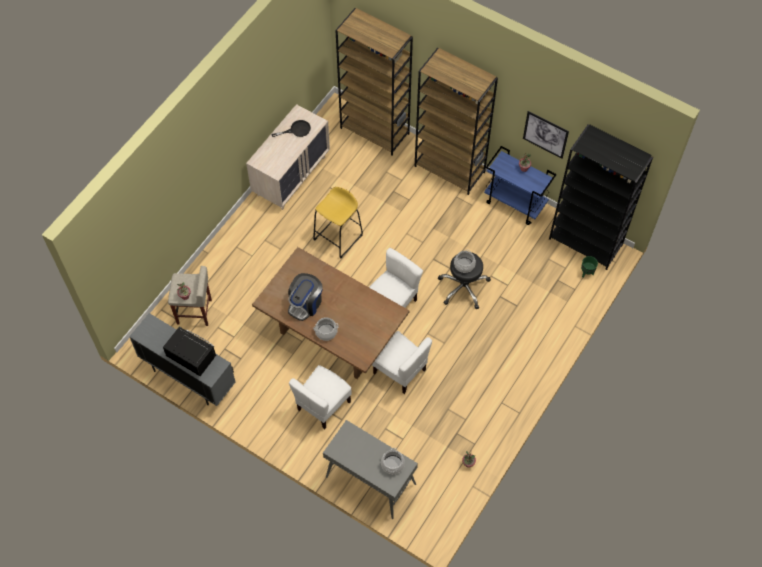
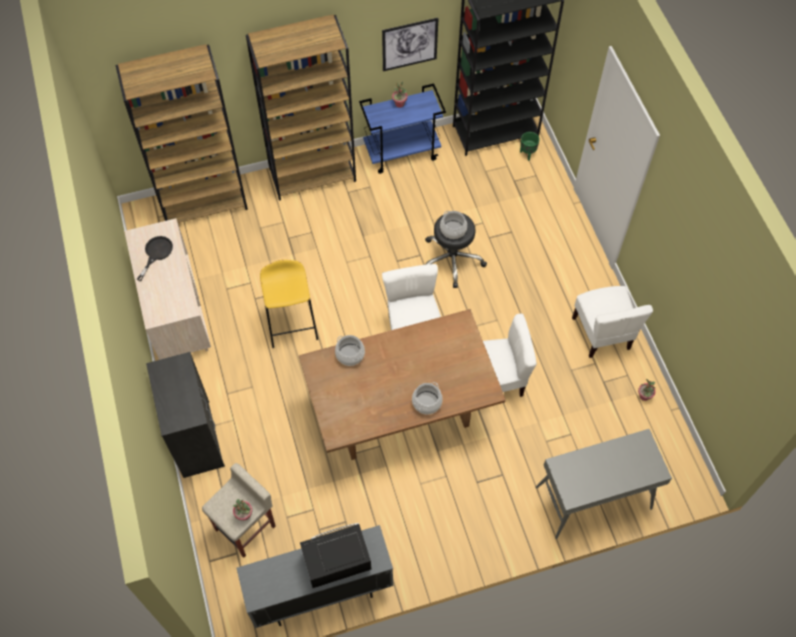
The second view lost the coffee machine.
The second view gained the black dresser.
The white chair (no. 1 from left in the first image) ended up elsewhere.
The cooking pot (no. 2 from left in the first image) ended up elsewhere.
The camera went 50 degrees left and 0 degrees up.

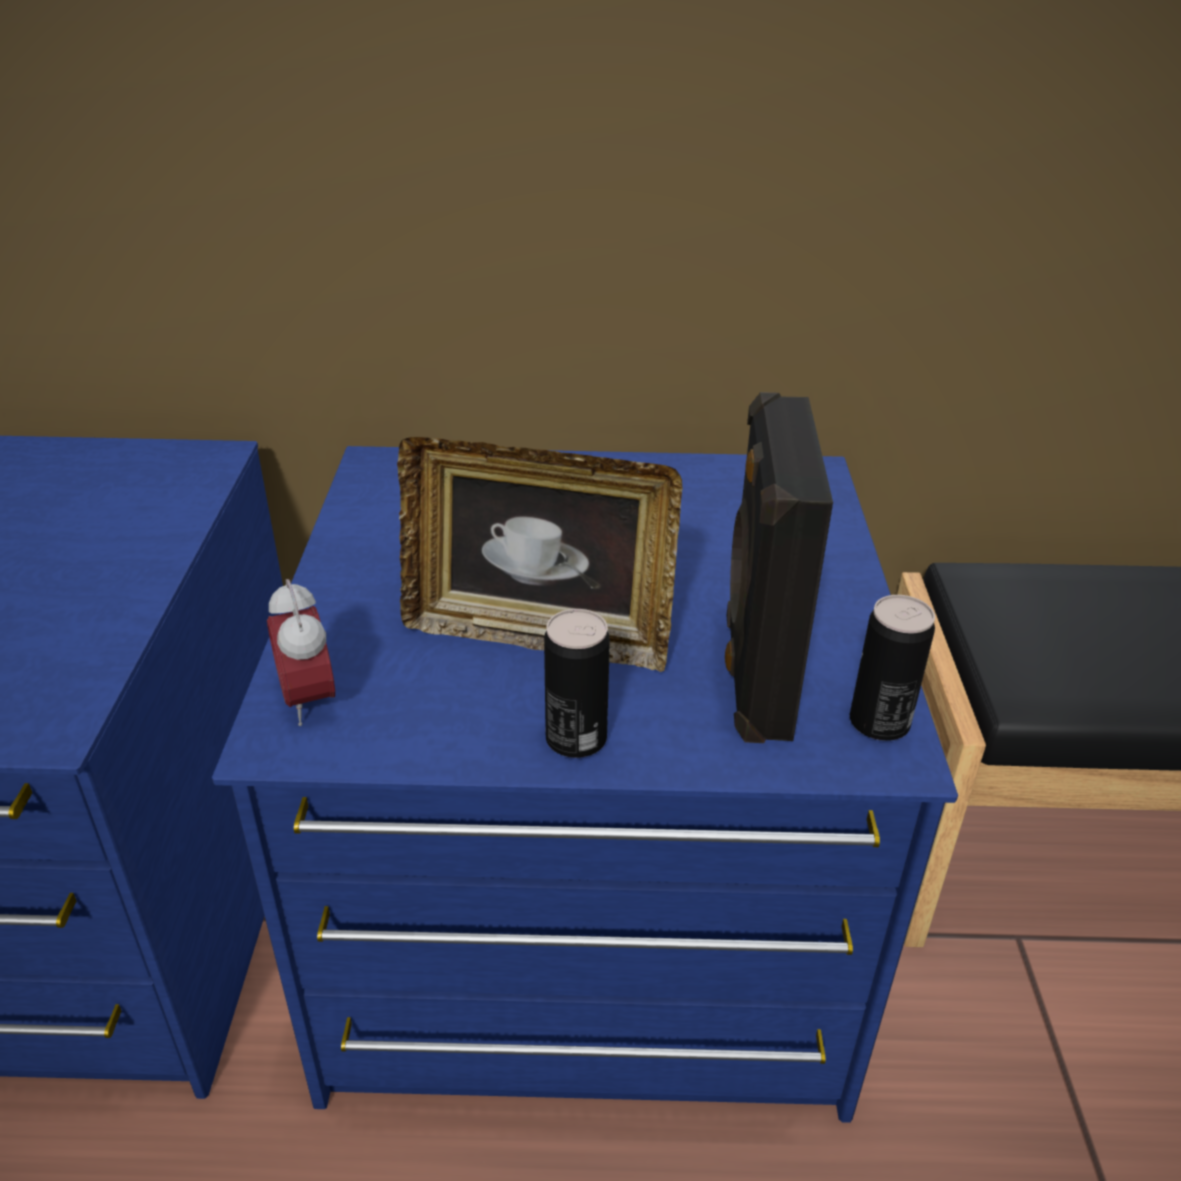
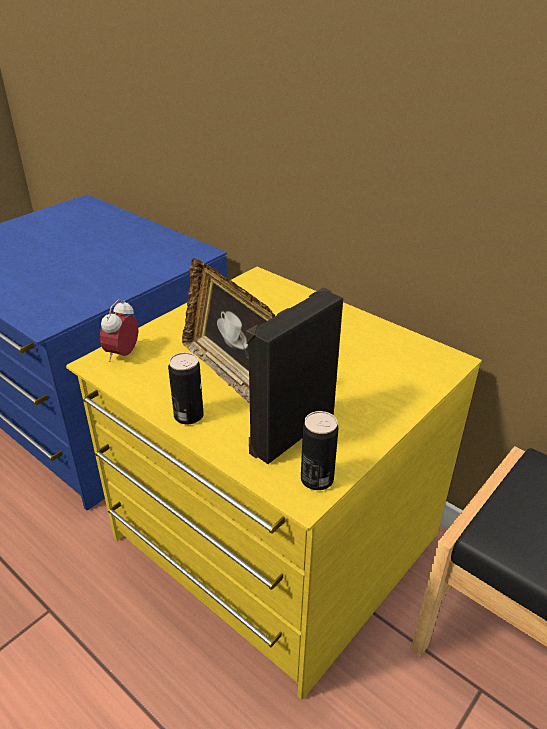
What was the blue dresser (no. 2 from left) turned into the yellow dresser.
The camera went 40 degrees right and 0 degrees up.

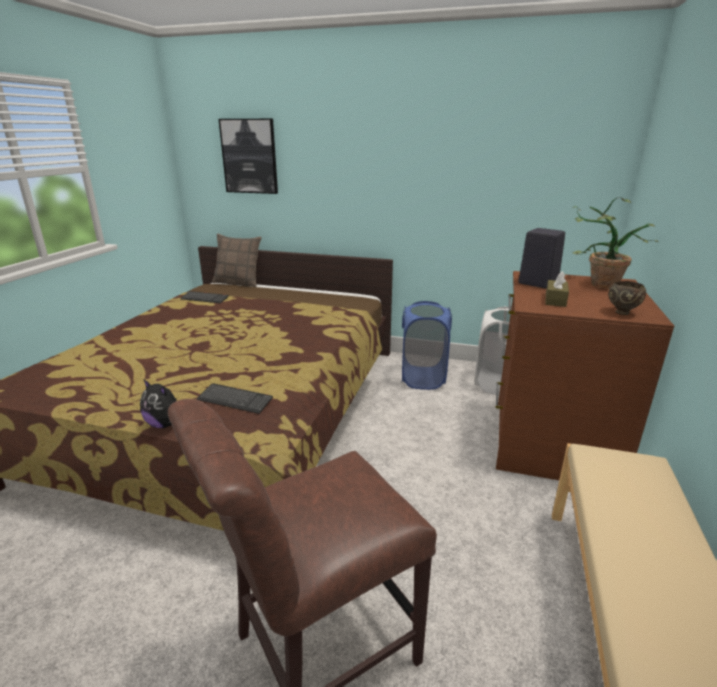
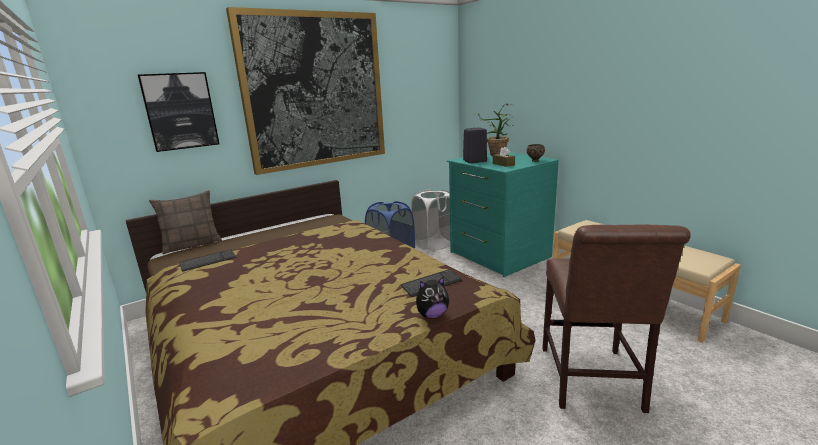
The second view gained the picture (no. 2 from left).
What was the brown dresser turned into the turquoise dresser.
The camera went 50 degrees left and 5 degrees down.

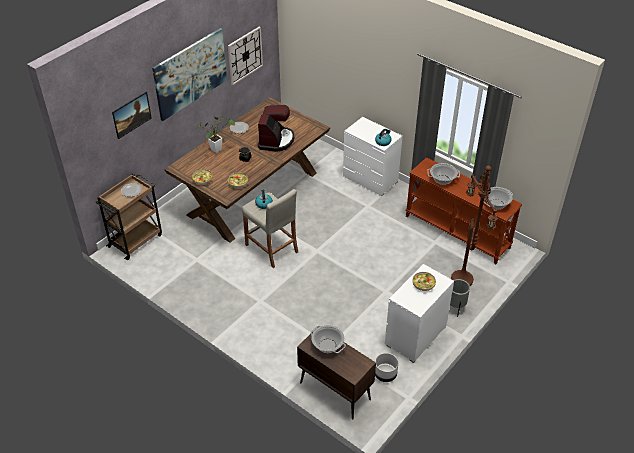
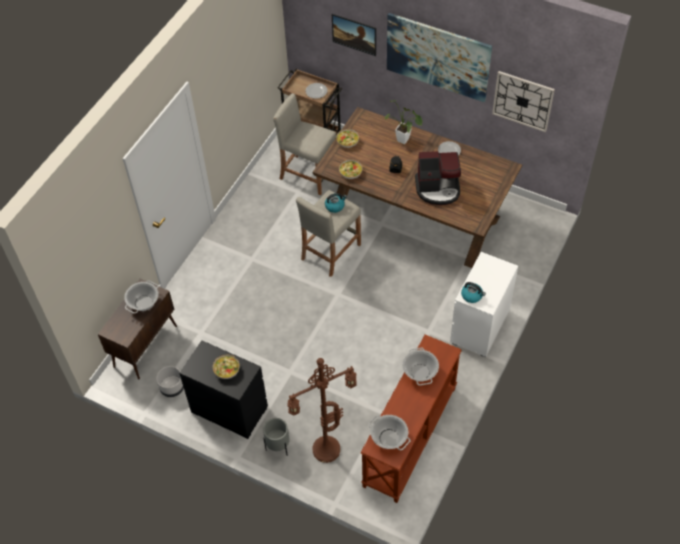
The second view gained the beige stool (no. 1 from left).
What was the white dresser (no. 2 from left) turned into the black dresser.
The camera went 80 degrees right and 10 degrees up.

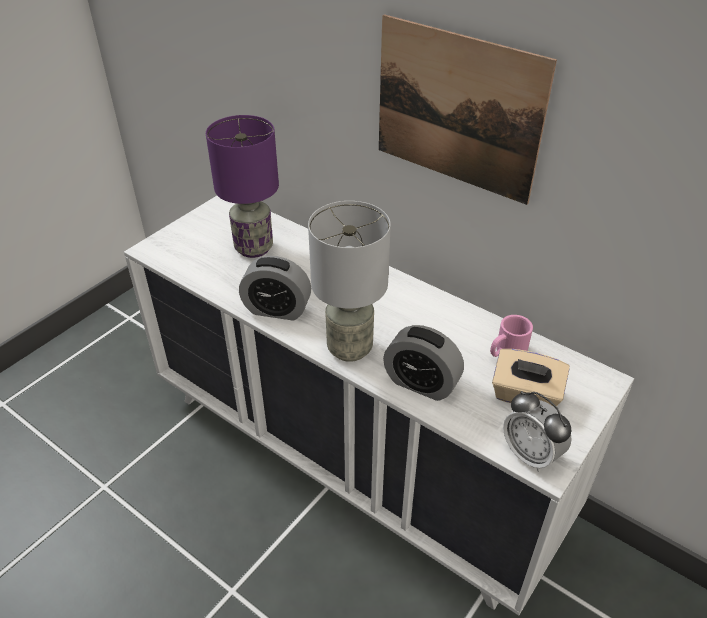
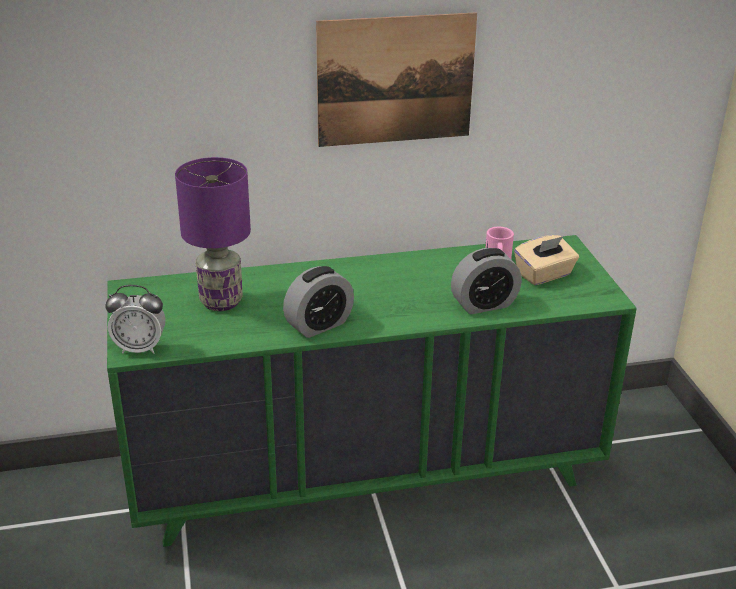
The second view lost the grey table lamp.
The alarm clock (no. 3 from left in the first image) ended up elsewhere.
What was the white dresser turned into the green dresser.
The camera went 50 degrees left and 10 degrees down.

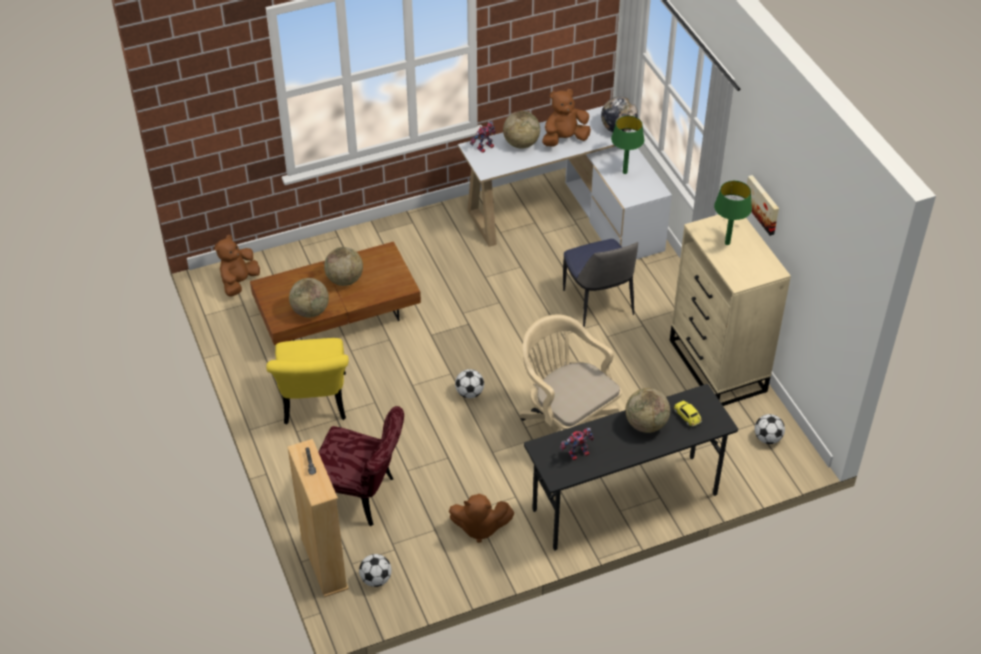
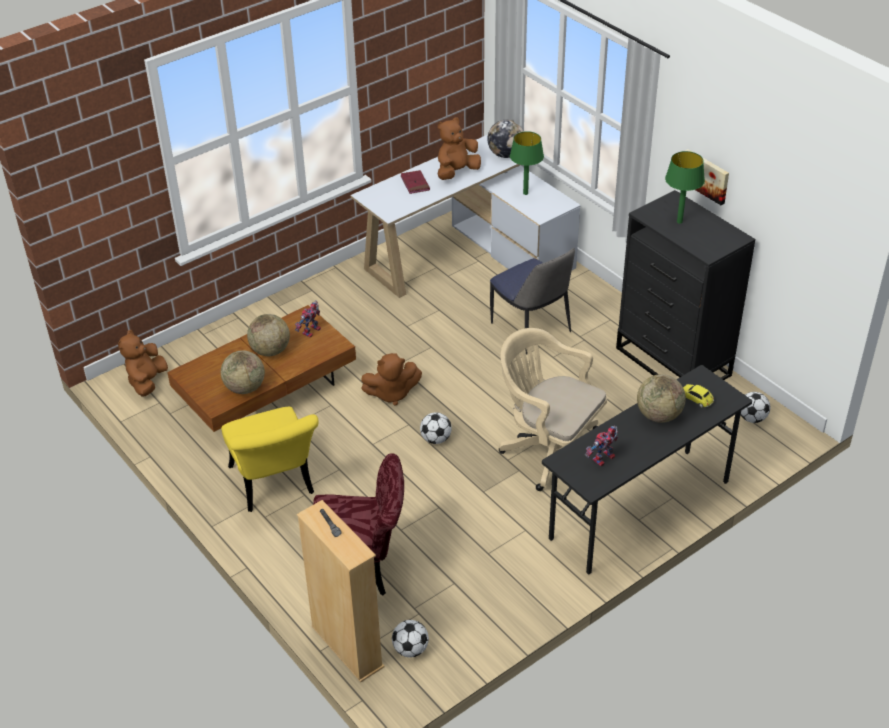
The brown plush toy (no. 2 from left) ended up elsewhere.
The toy robot (no. 1 from left) ended up elsewhere.
Where the globe (no. 3 from left) stood, the red book came to stand.
What was the beige dresser turned into the black dresser.
The camera went 15 degrees left and 5 degrees down.

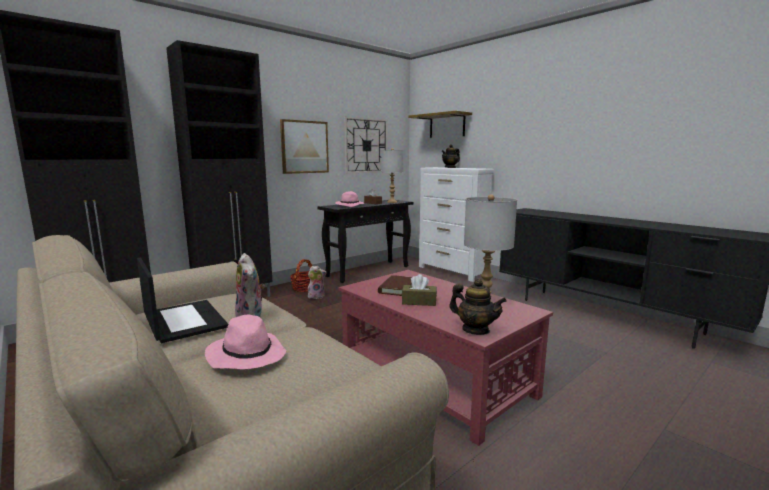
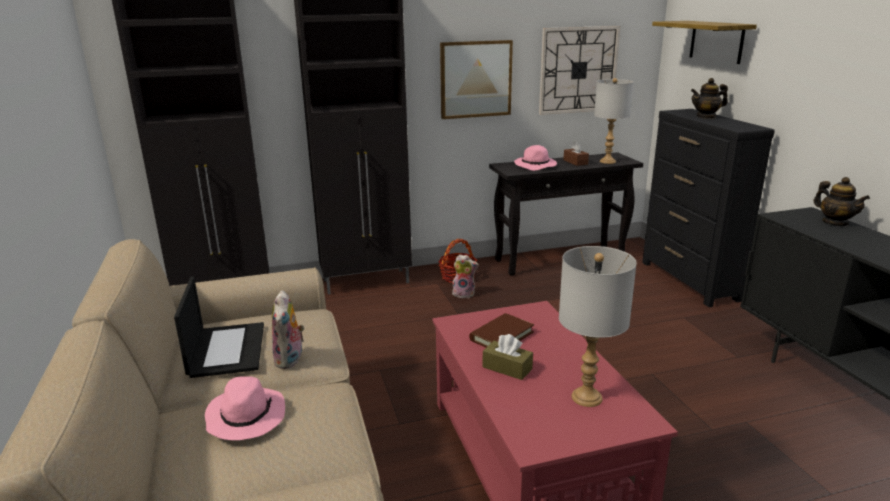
The teapot (no. 2 from left) ended up elsewhere.
What was the white dresser turned into the black dresser.
The camera went 25 degrees right and 10 degrees up.

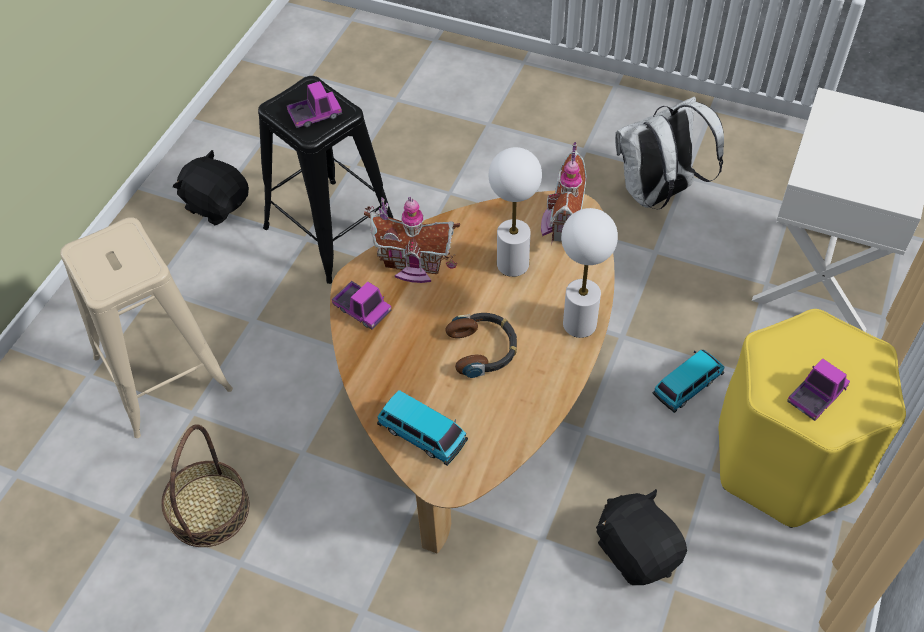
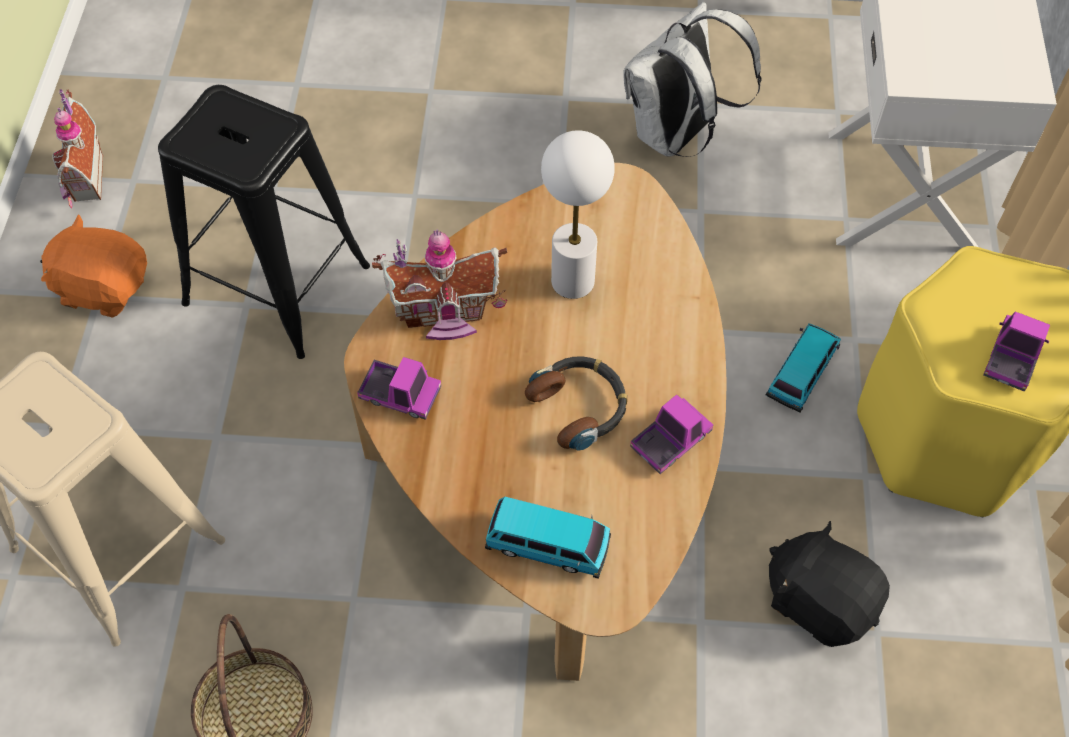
The second view lost the white table lamp (no. 2 from left).
The toy truck (no. 1 from left in the first image) ended up elsewhere.
The toy house (no. 2 from left in the first image) ended up elsewhere.
What was the black plush toy (no. 1 from left) turned into the orange plush toy.
The camera went 20 degrees left and 5 degrees up.

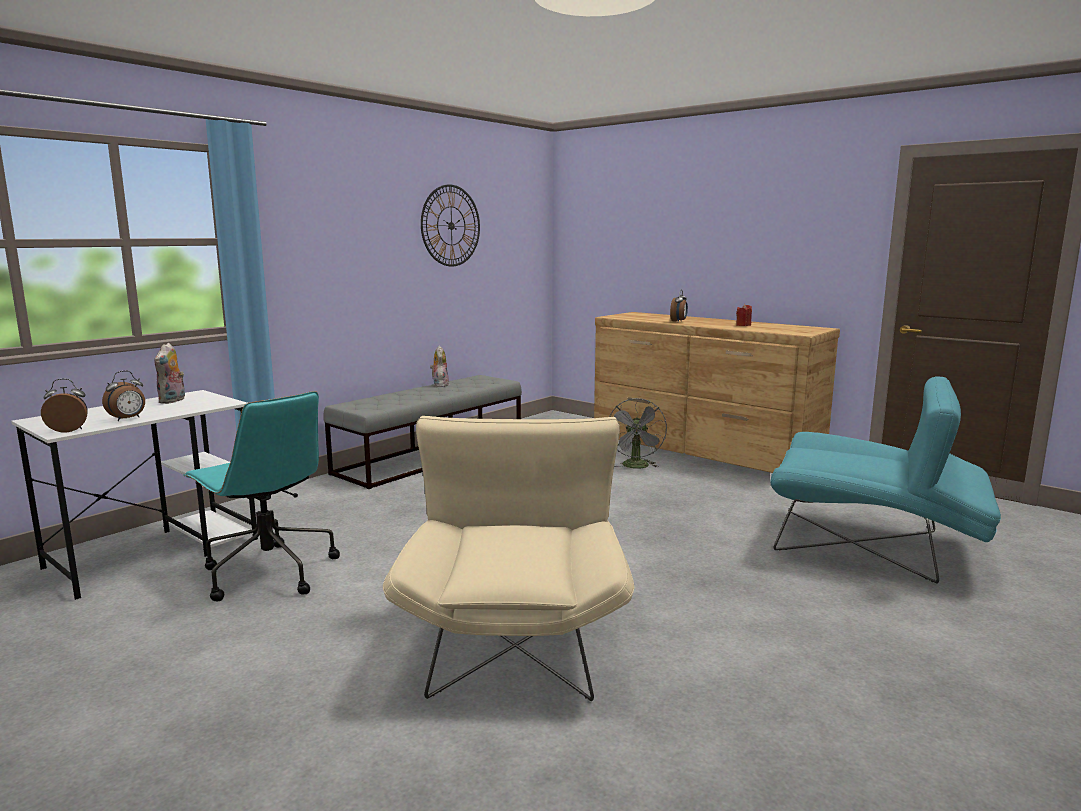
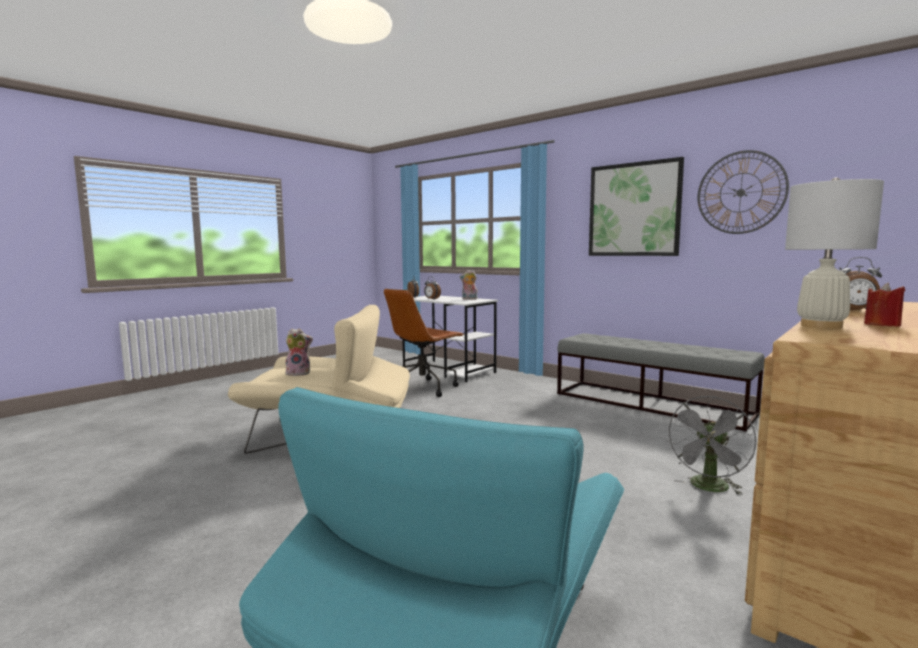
The second view gained the picture.
The second view gained the white table lamp.
The plush toy (no. 2 from left in the first image) ended up elsewhere.
What was the turquoise office chair turned into the brown office chair.
The grey fan ended up facing another way, 60 degrees counterclockwise from before.
The camera went 90 degrees right and 5 degrees down.

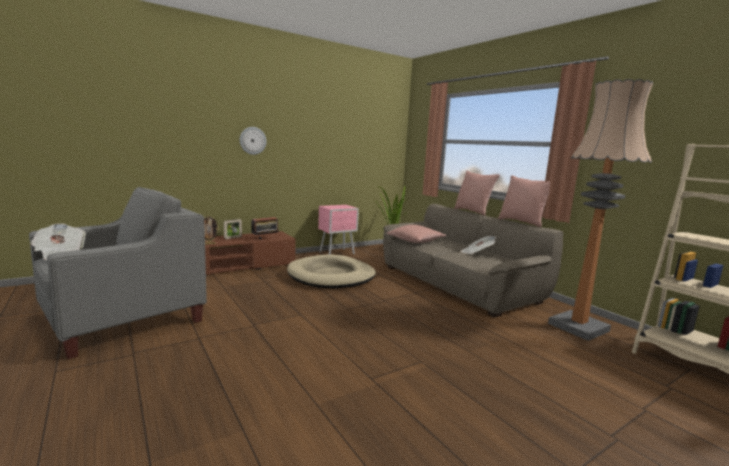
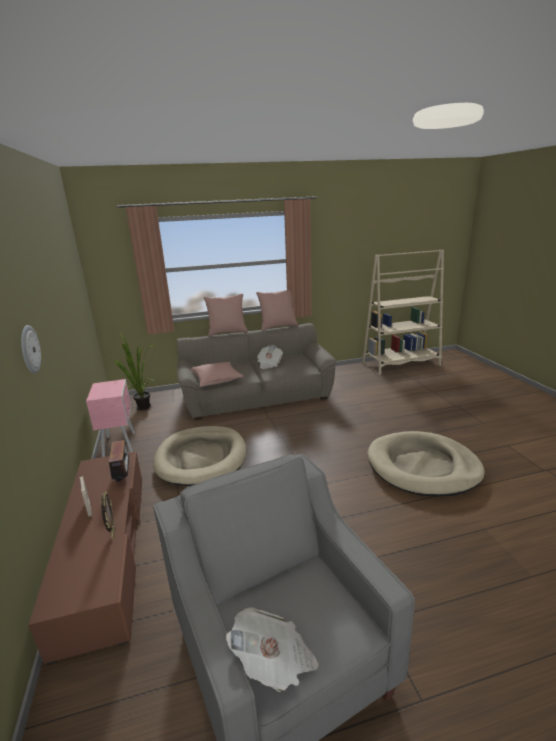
The second view lost the floor lamp.
The second view gained the beige dog bed (no. 2 from left).
The camera went 70 degrees left and 10 degrees up.

